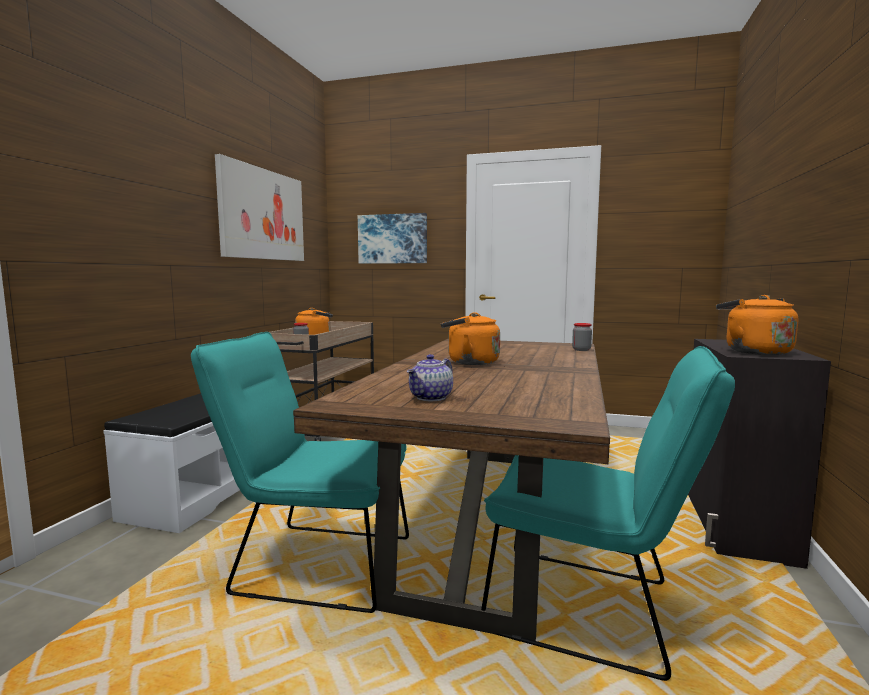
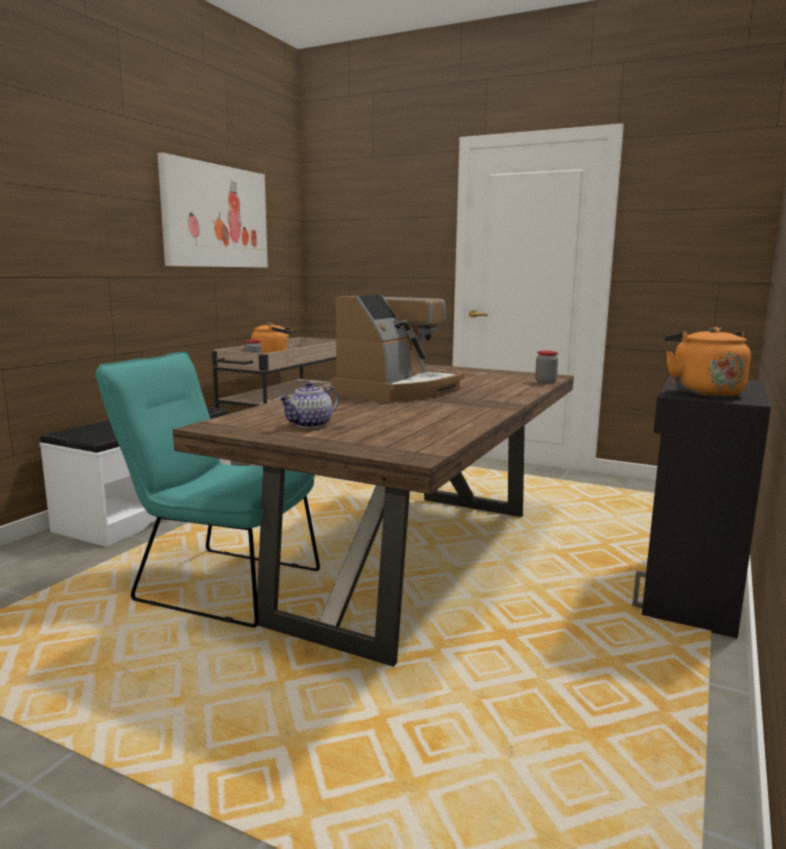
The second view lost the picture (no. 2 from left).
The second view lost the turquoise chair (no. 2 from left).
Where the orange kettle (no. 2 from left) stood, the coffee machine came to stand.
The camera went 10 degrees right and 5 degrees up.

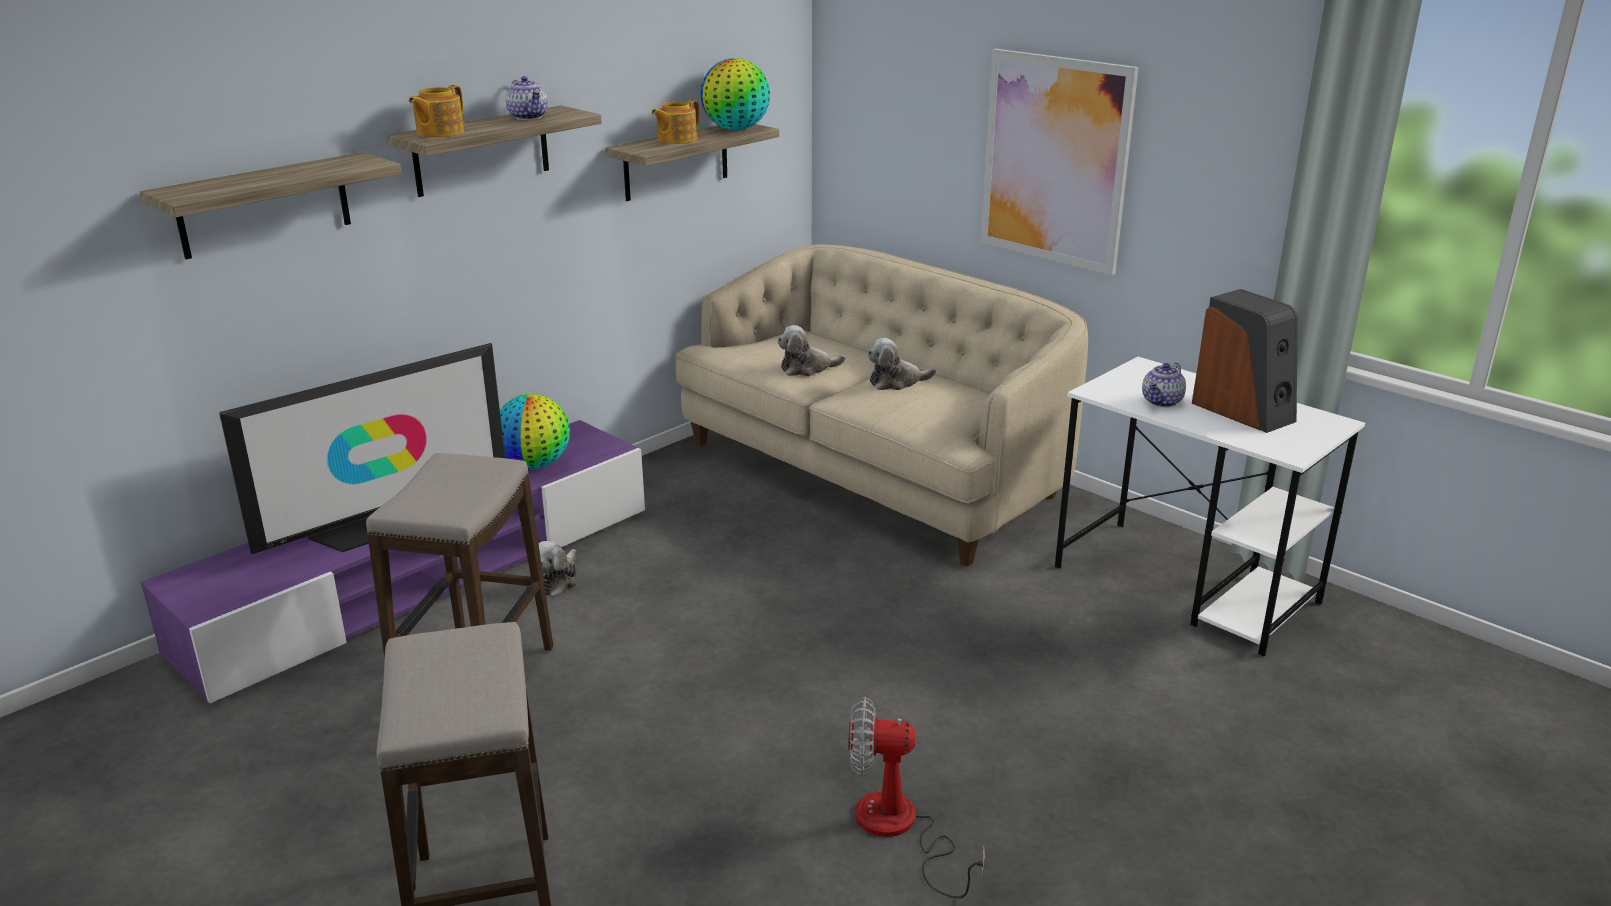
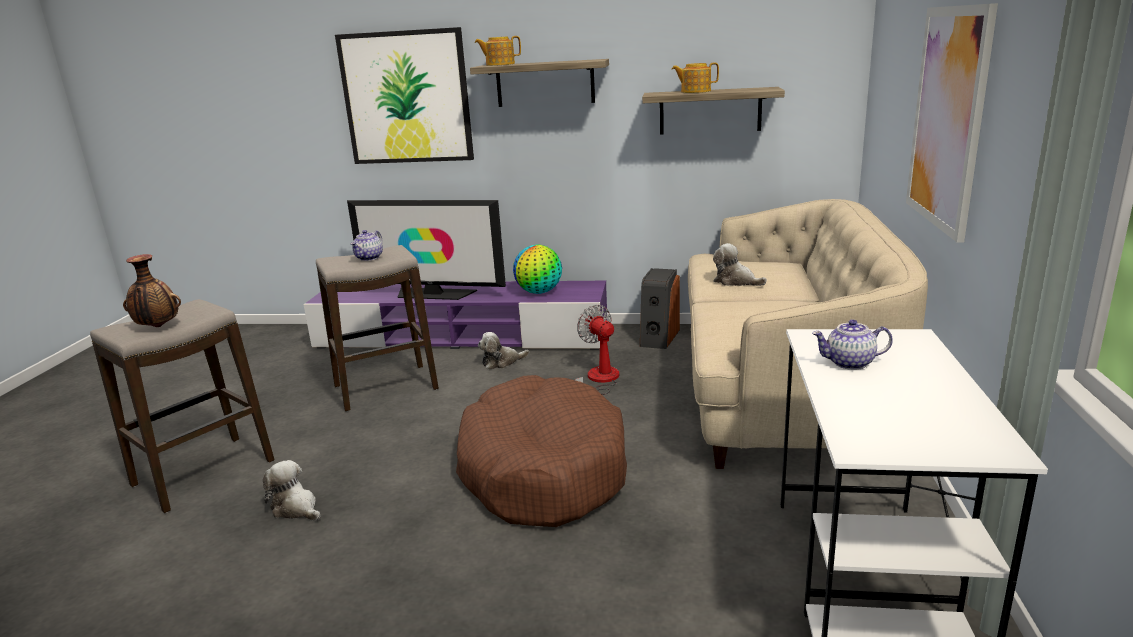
The second view lost the globe (no. 2 from left).
The second view gained the vase.
The second view gained the brown dog bed.
The teapot (no. 2 from left in the first image) ended up elsewhere.
The fan ended up elsewhere.
The plush toy (no. 3 from left in the first image) ended up elsewhere.
The speaker ended up elsewhere.
Where the shelf (no. 1 from left) hung, the picture (no. 1 from left) came to hang.
The camera went 55 degrees right and 5 degrees down.

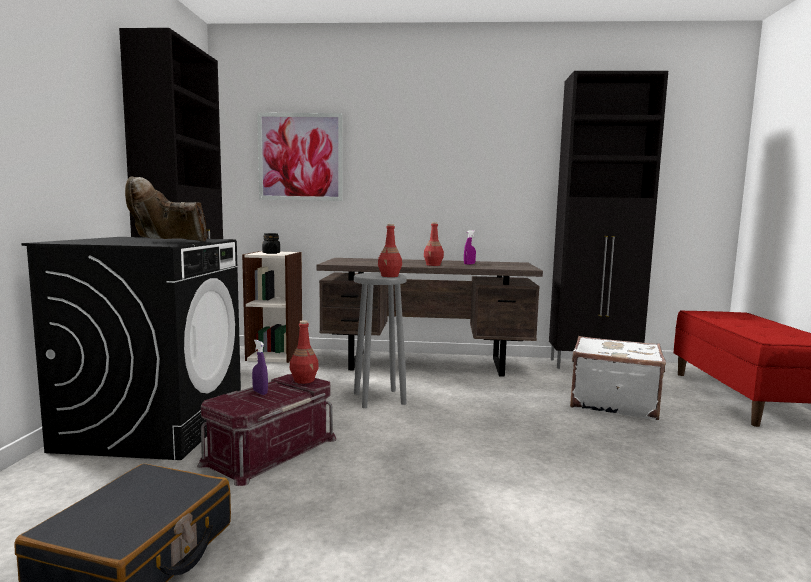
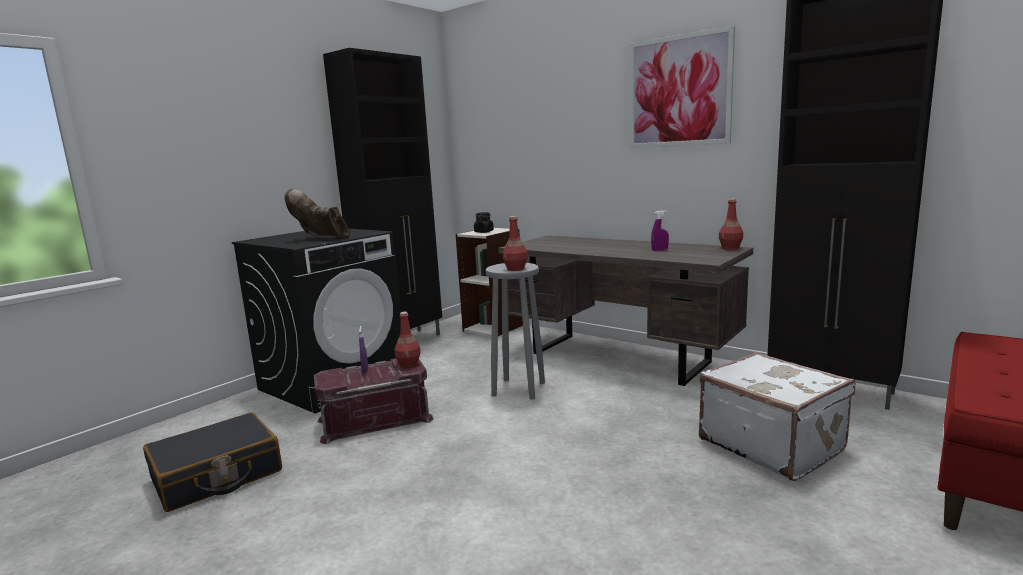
The picture ended up elsewhere.
The red bottle (no. 3 from left) ended up elsewhere.
The camera went 35 degrees right and 5 degrees up.

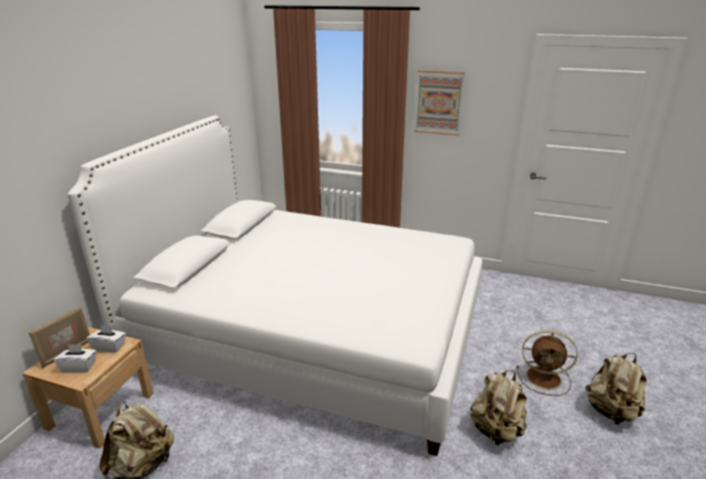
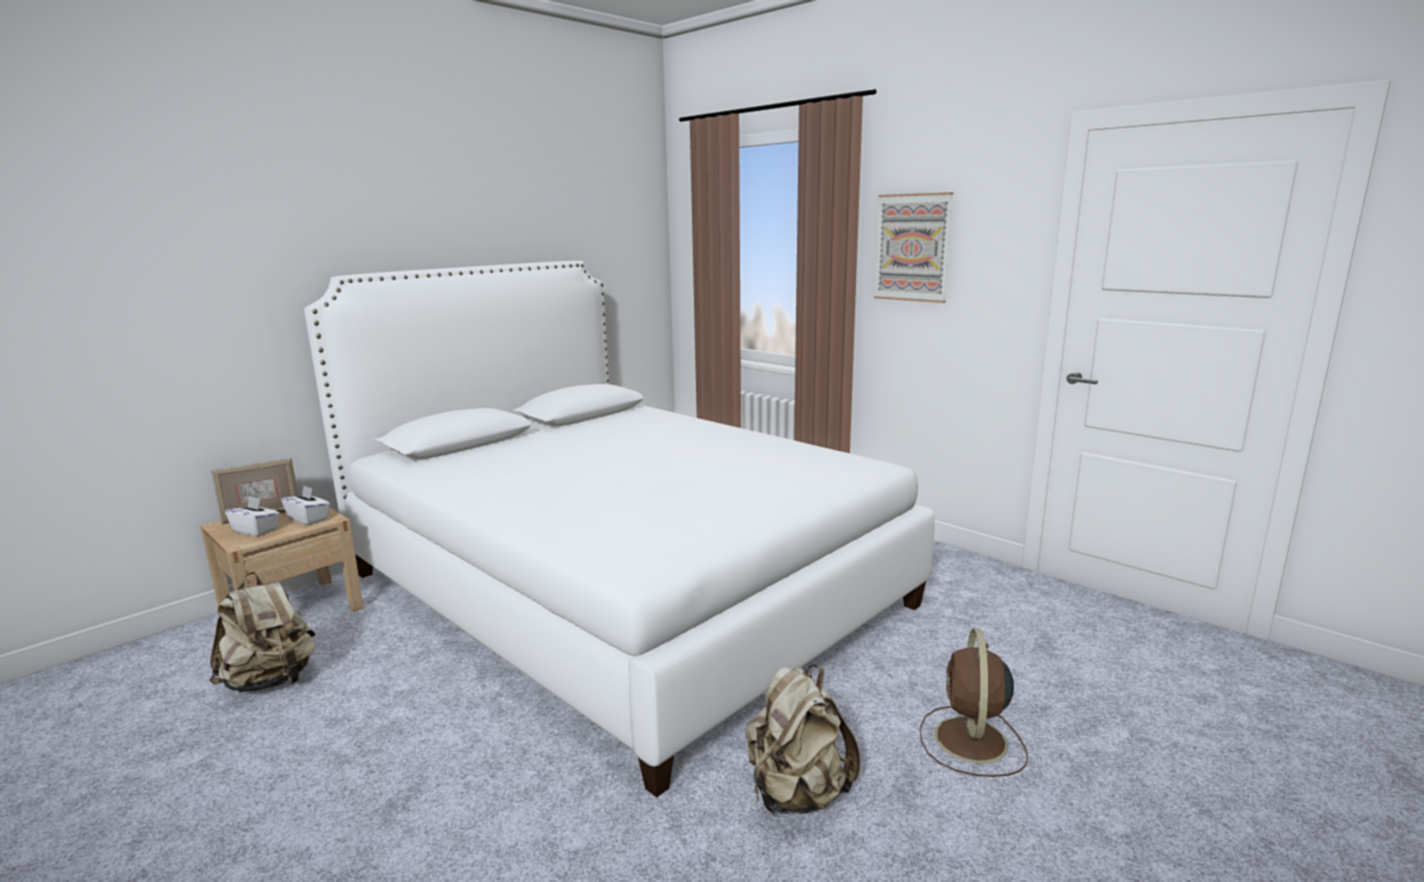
The second view lost the beige backpack (no. 3 from left).
The brown fan ended up facing another way, 60 degrees clockwise from before.
The camera went 25 degrees right and 10 degrees down.

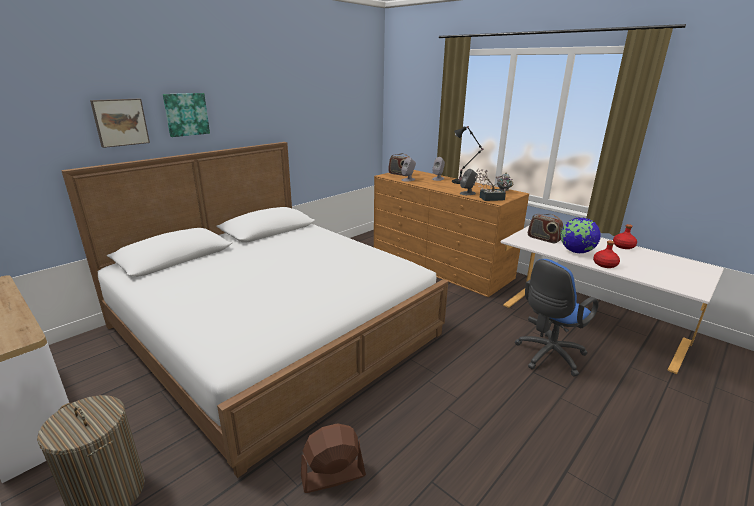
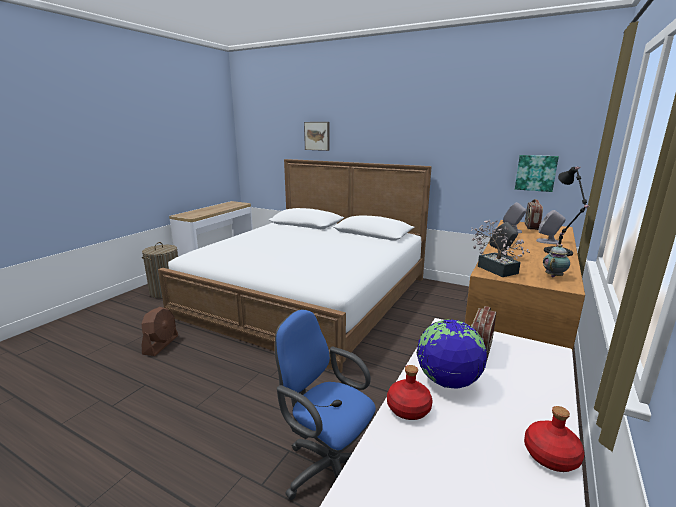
The picture (no. 2 from left) ended up elsewhere.
The brown fan ended up facing another way, 45 degrees clockwise from before.
The camera went 75 degrees right and 5 degrees down.

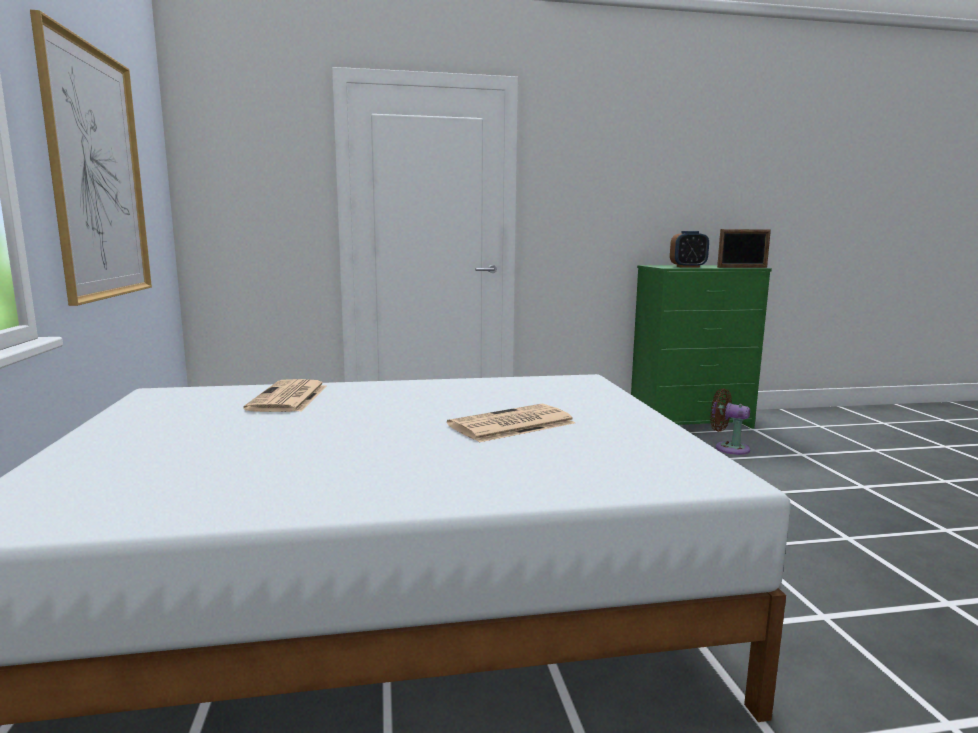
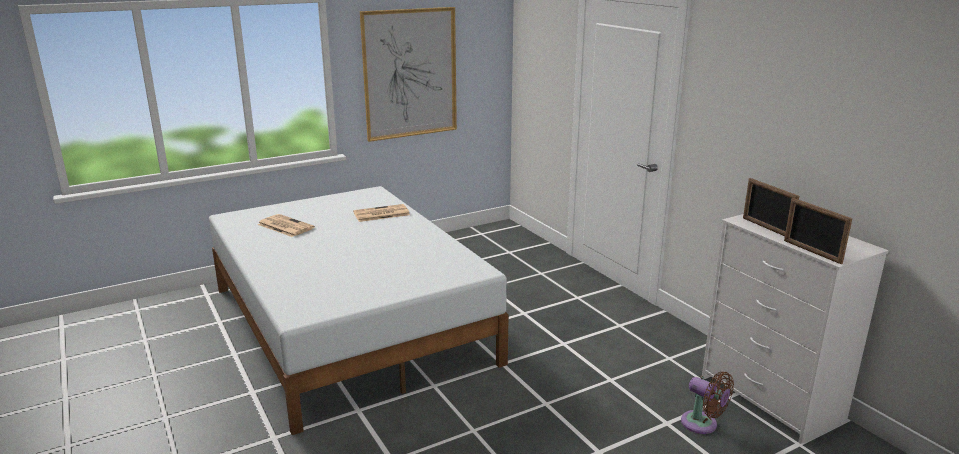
The newspaper (no. 2 from left in the first image) ended up elsewhere.
Where the alarm clock stood, the picture frame (no. 1 from left) came to stand.
What was the green dresser turned into the white dresser.
The brown fan ended up facing another way, 120 degrees clockwise from before.
The camera went 70 degrees right and 10 degrees up.

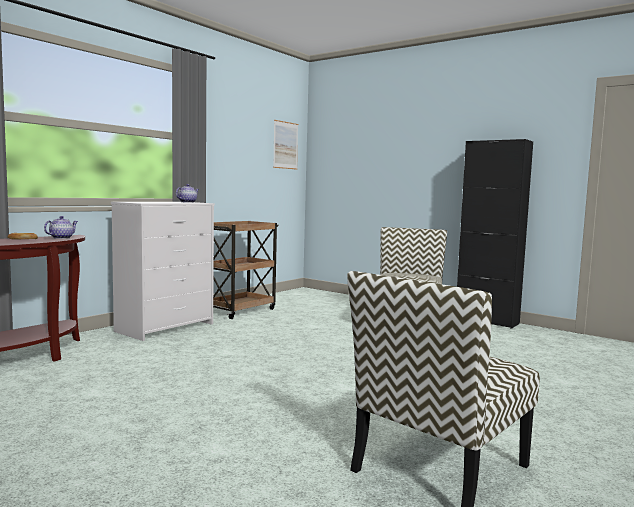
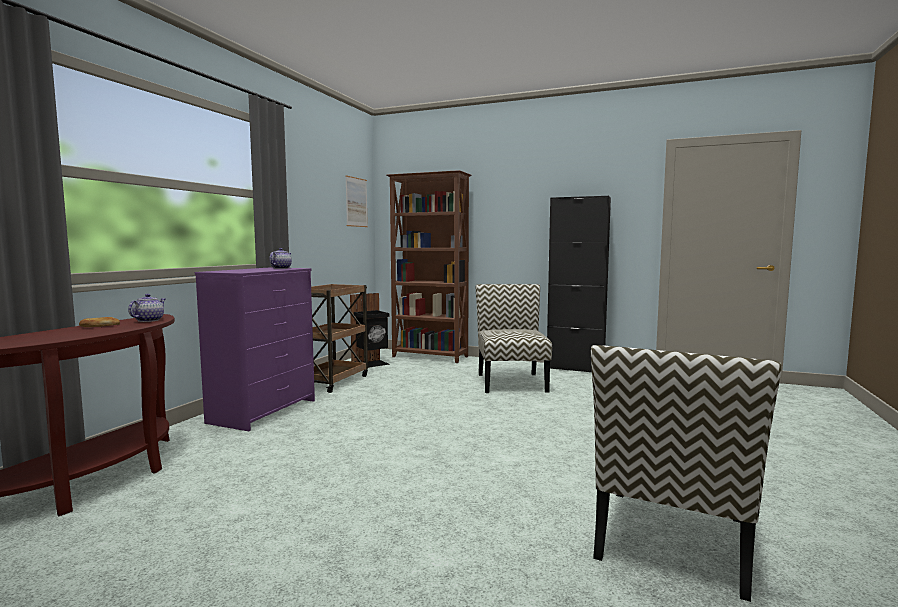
The second view gained the black trash can.
The second view gained the brown bookcase.
What was the white dresser turned into the purple dresser.
The camera went 15 degrees left and 0 degrees up.

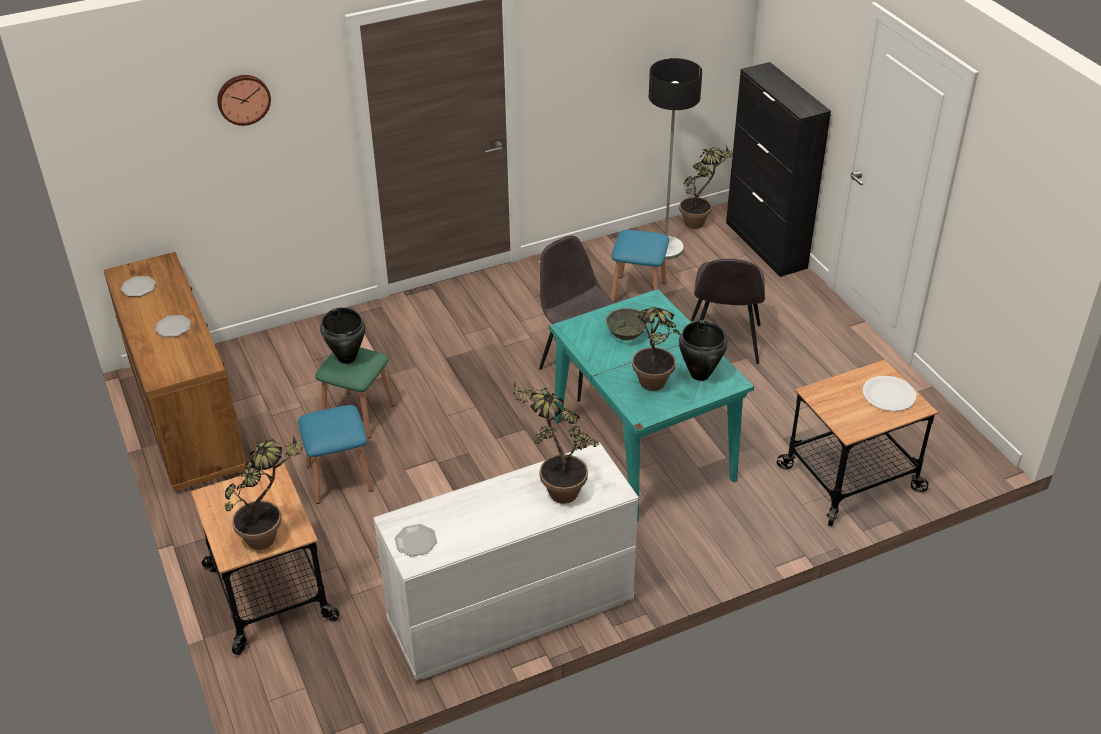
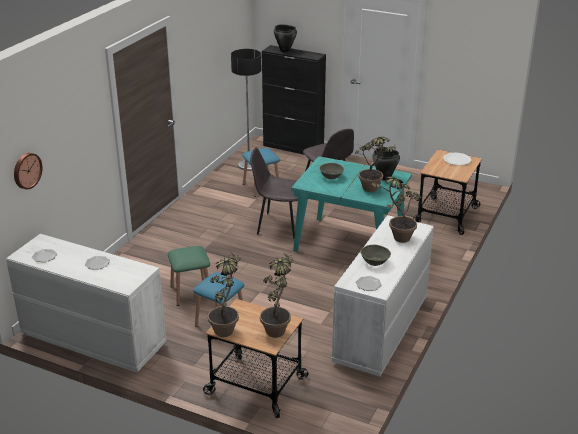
The second view gained the grey bowl (no. 2 from left).
The wall clock ended up elsewhere.
The black cooking pot (no. 1 from left) ended up elsewhere.
The potted plant (no. 4 from left in the first image) ended up elsewhere.
What was the brown dresser turned into the white dresser (no. 1 from left).
The camera went 40 degrees left and 10 degrees down.

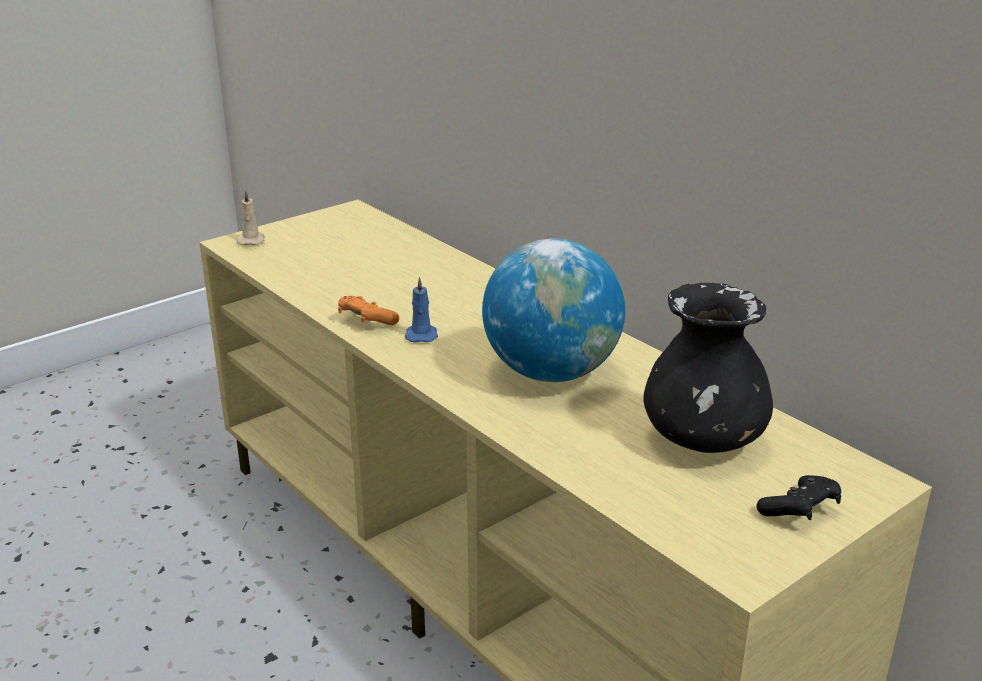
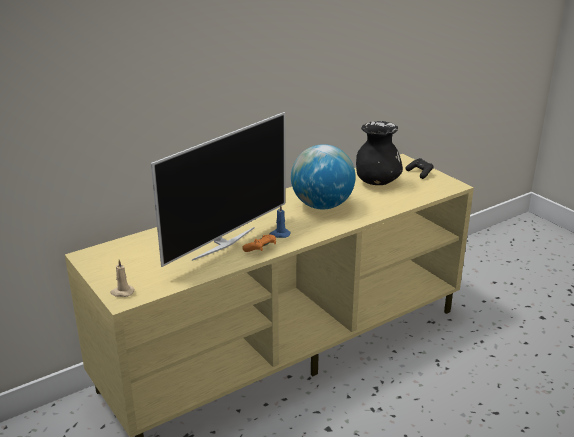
The second view gained the television.
The camera went 85 degrees left and 0 degrees up.

